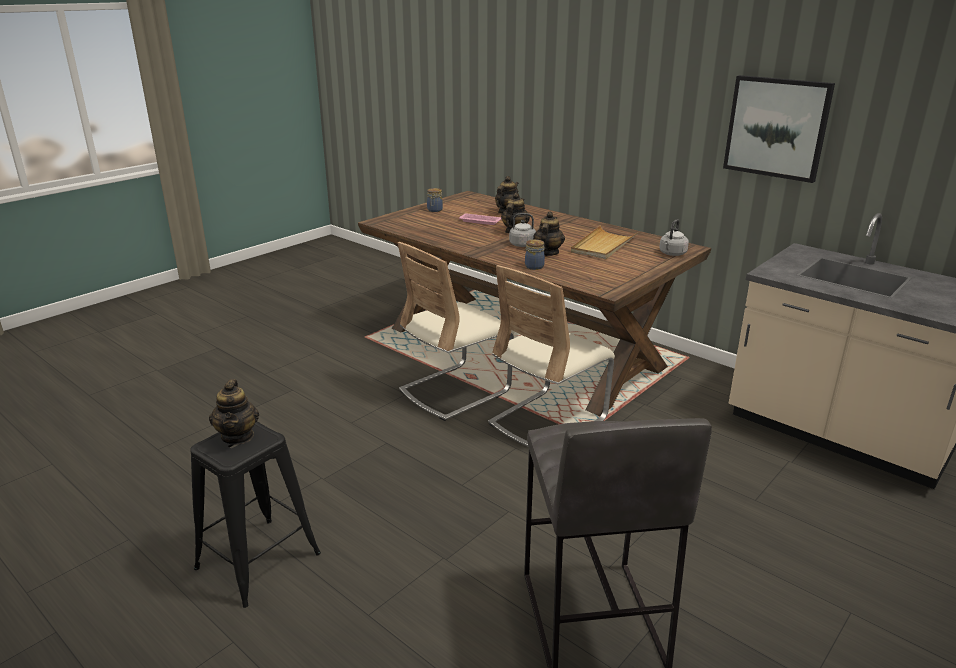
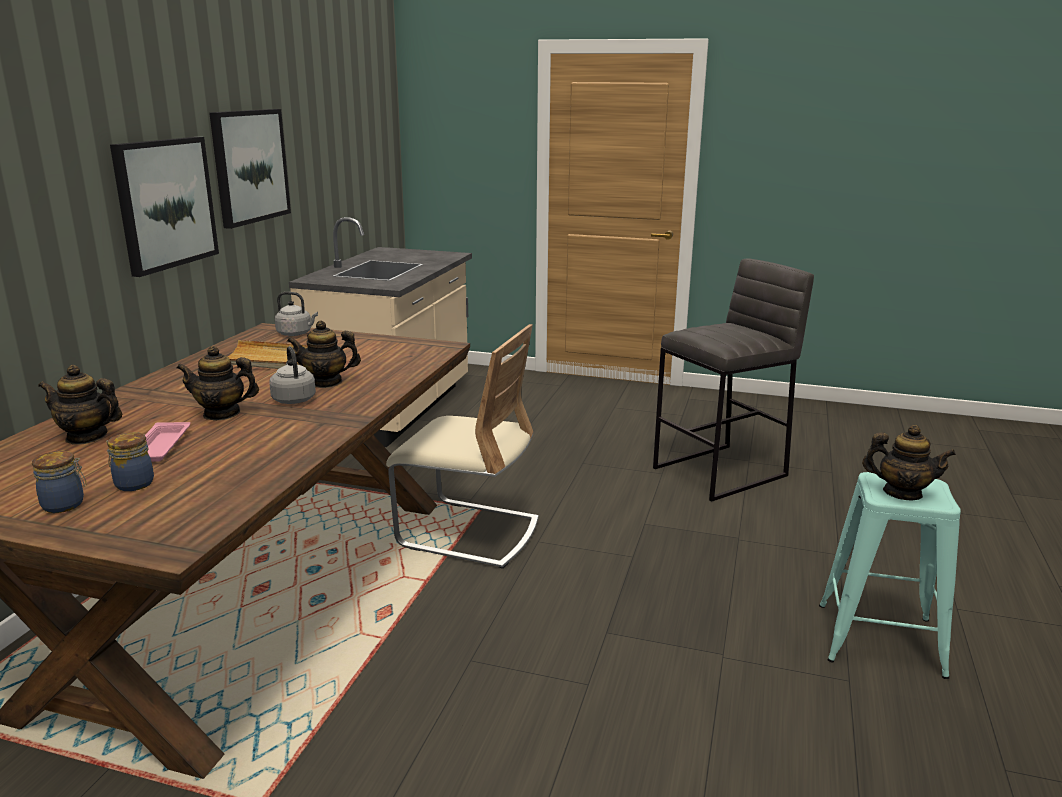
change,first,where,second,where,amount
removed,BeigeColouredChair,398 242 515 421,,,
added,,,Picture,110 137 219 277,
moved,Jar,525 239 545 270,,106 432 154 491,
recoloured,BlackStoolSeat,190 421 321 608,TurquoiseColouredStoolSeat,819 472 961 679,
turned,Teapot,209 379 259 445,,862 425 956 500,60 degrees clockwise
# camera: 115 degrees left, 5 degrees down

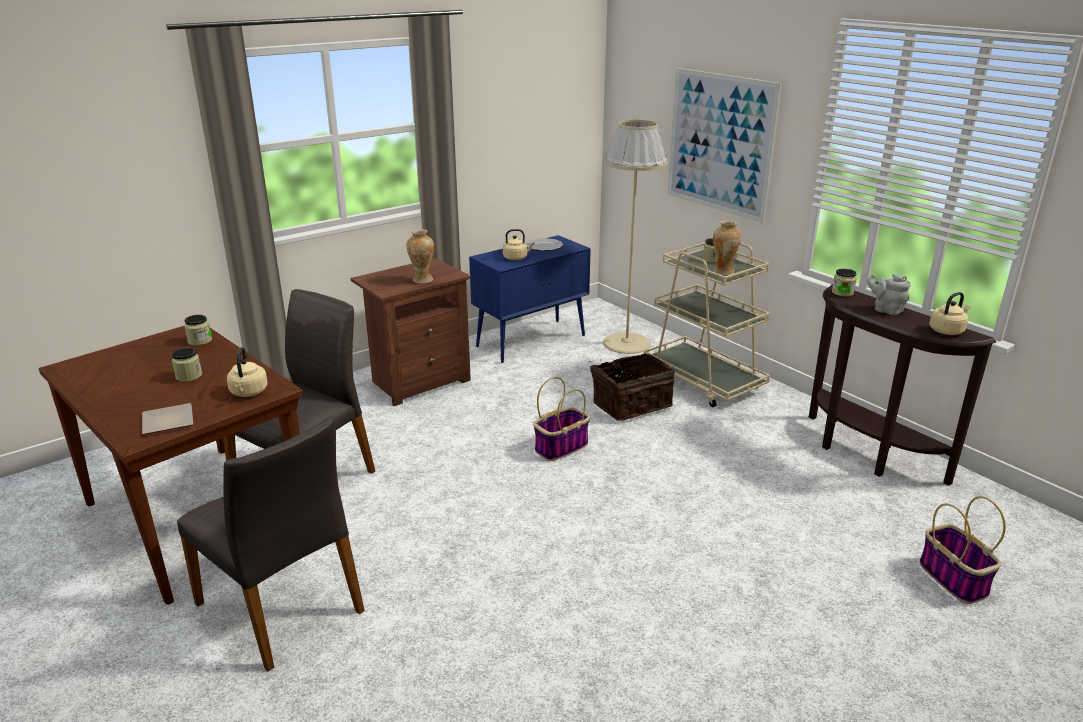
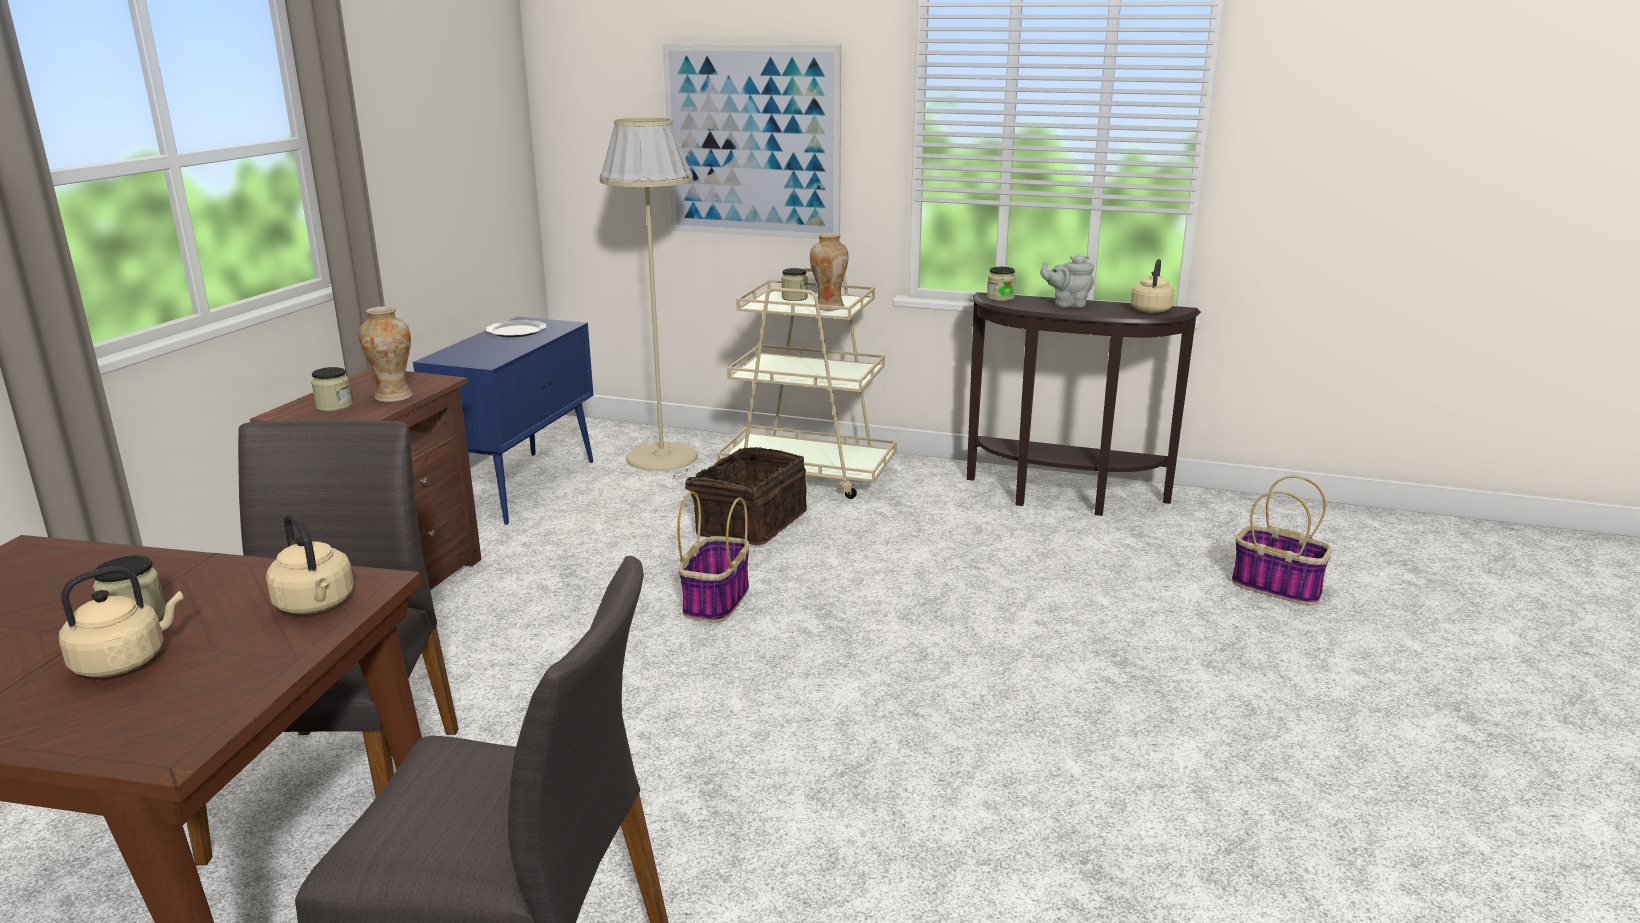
change,first,where,second,where,amount
removed,DinnerPlate,142 403 193 434,,,
moved,Jar,184 315 212 346,,311 367 353 412,
moved,BeigeColouredWaterKettle,503 229 535 260,,59 566 183 677,
# camera: 35 degrees left, 5 degrees down

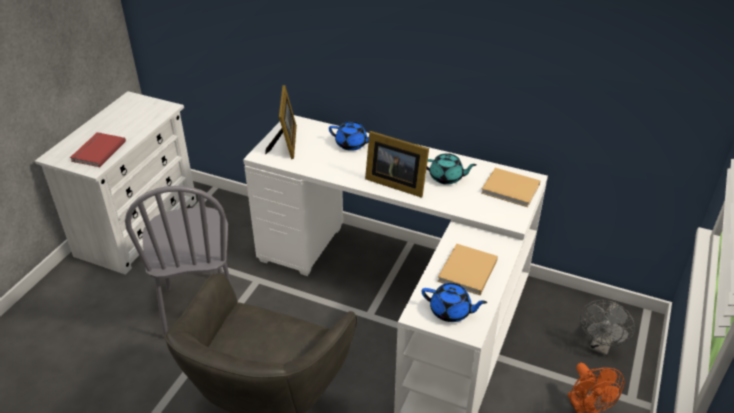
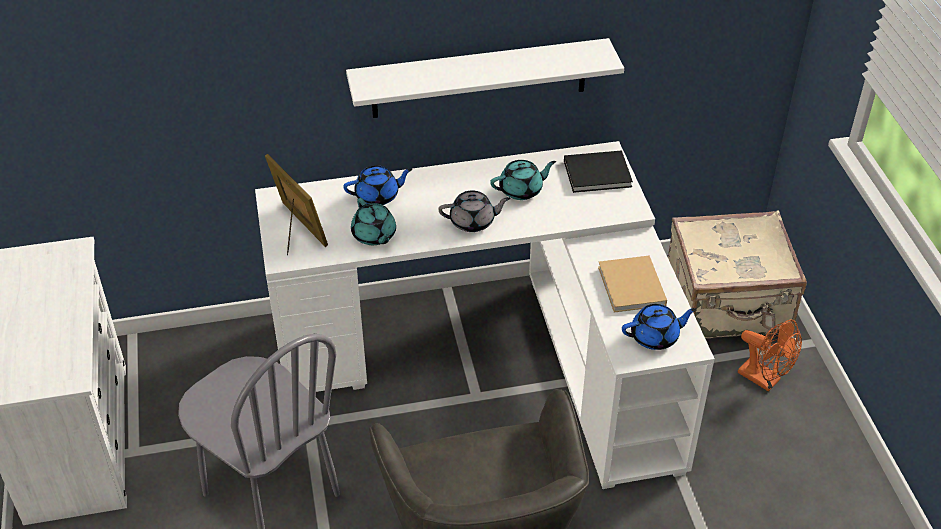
change,first,where,second,where,amount
removed,RedColouredVolume,70 132 126 167,,,
added,,,WhiteColouredWallShelf,346 38 624 118,
added,,,TurquoiseColouredTeapot,351 198 396 245,
replaced,StandingFrame,365 131 429 198,GrayTeapot,438 191 511 232,
replaced,GrayFan,580 300 635 355,BeigeColouredTravelCase,668 210 807 338,
recoloured,BeigeColouredVolume,481 168 540 207,BlackVolume,564 150 633 193,
# camera: 35 degrees left, 5 degrees up

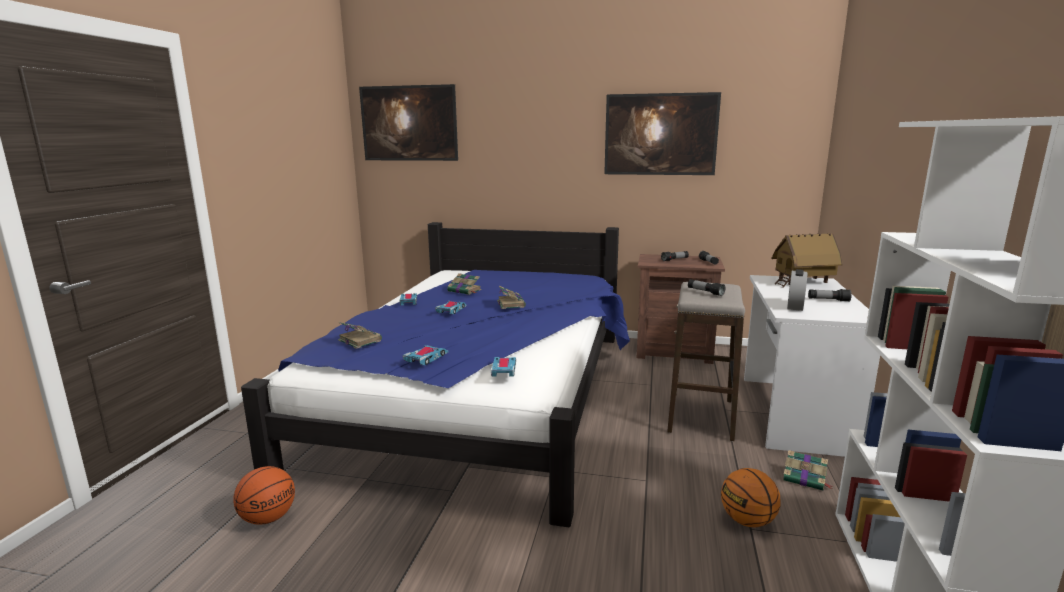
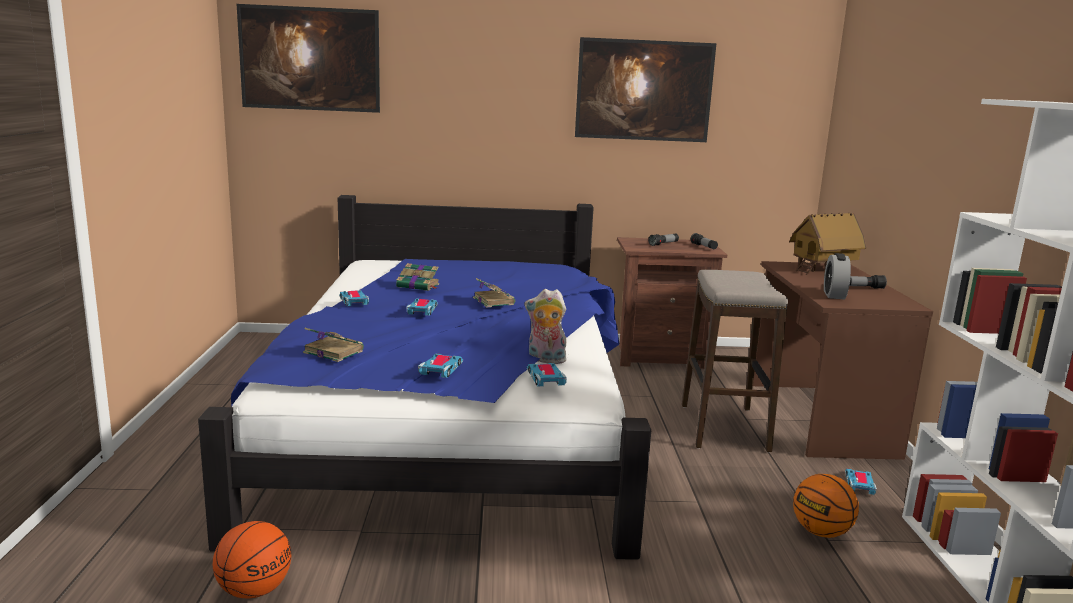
change,first,where,second,where,amount
removed,Torch,688 279 725 296,,,
added,,,SoftToy,525 289 567 364,
replaced,Volume,783 450 832 491,MiniatureCar,845 469 877 495,
recoloured,WhiteColouredDesk,744 275 880 457,BrownishDesk,753 261 933 460,
# camera: 15 degrees left, 0 degrees up

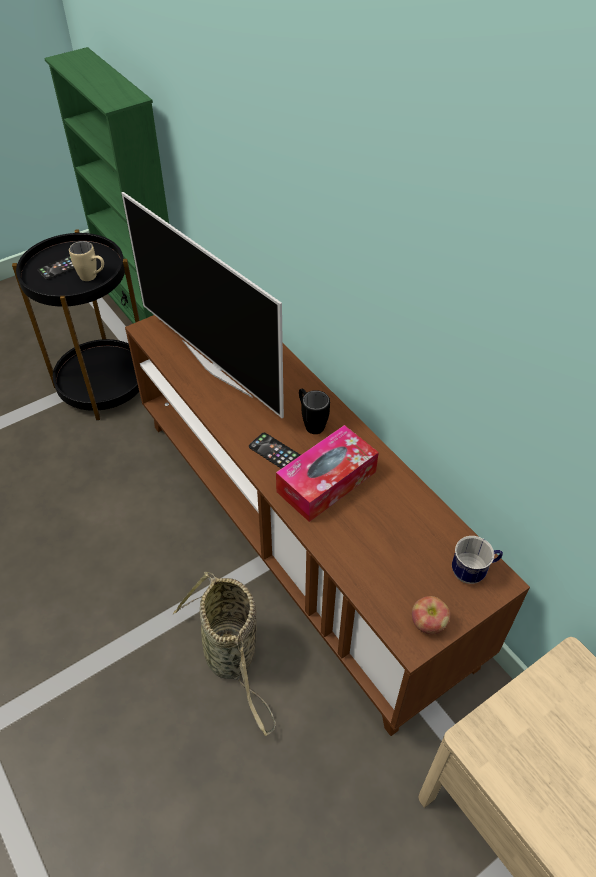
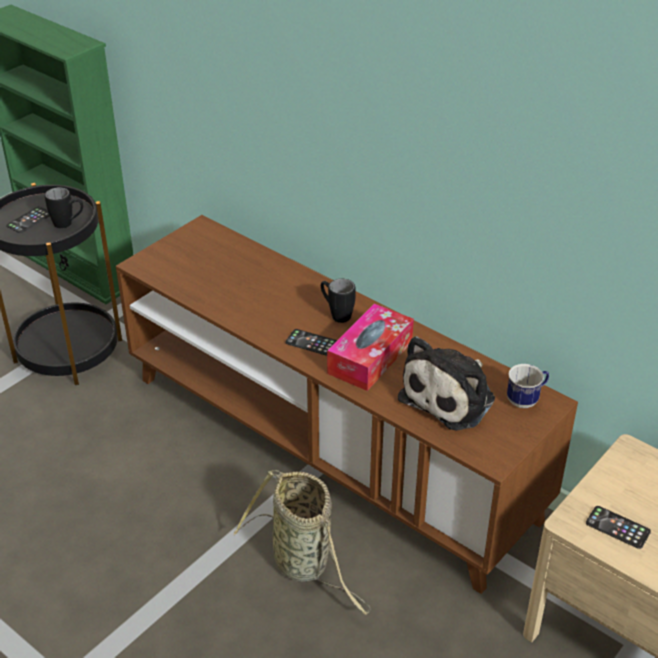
change,first,where,second,where,amount
removed,TvSet,121 192 284 418,,,
removed,Apple,412 596 450 634,,,
added,,,SoftToy,398 336 495 431,
added,,,Handset,586 506 651 549,
recoloured,BeigeColouredMug,69 241 104 281,BlackMug,45 187 83 229,
# camera: 15 degrees left, 10 degrees down

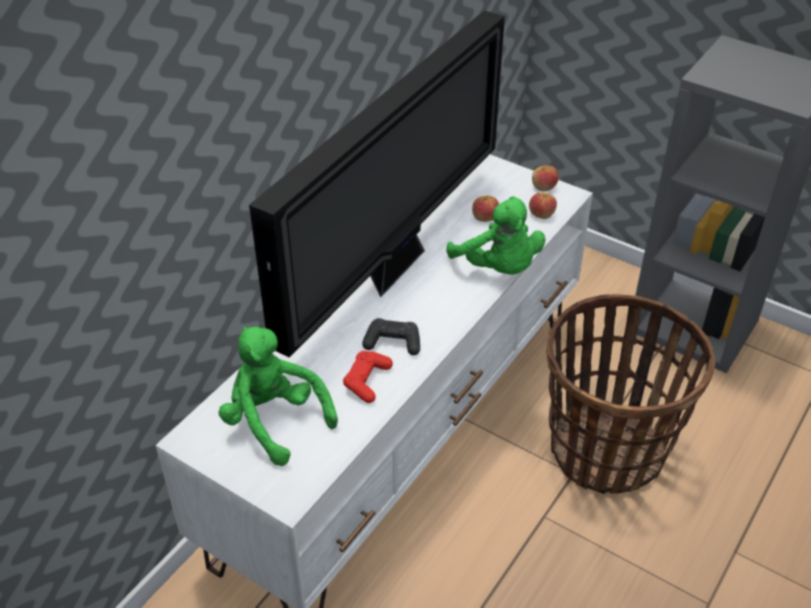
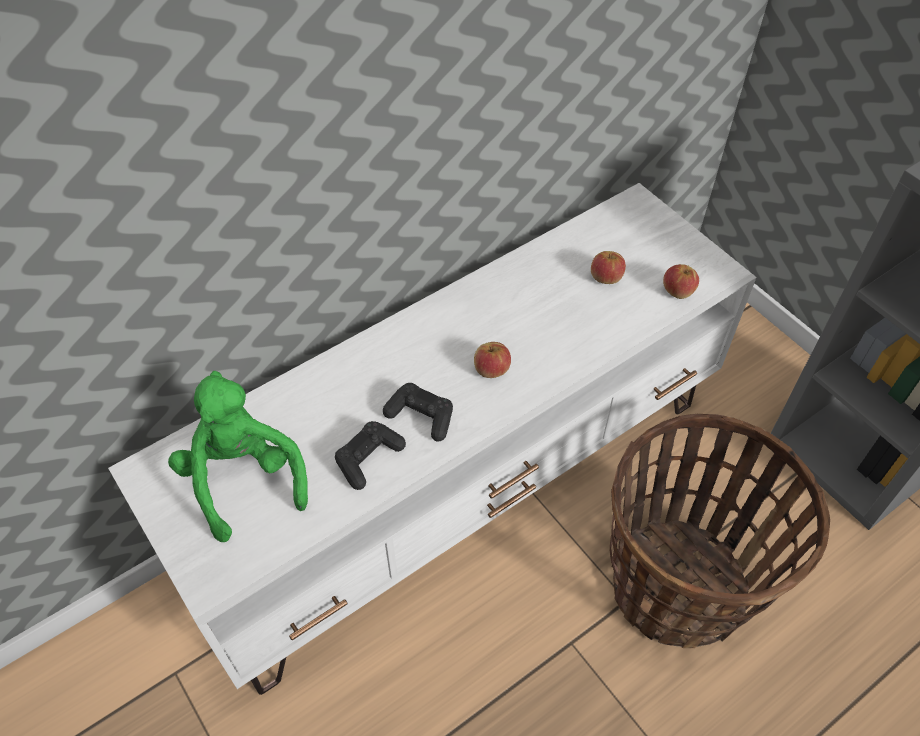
change,first,where,second,where,amount
removed,TvSet,249 10 505 358,,,
removed,GreenishSoftToy,446 196 545 274,,,
moved,Apple,532 165 559 191,,474 342 511 378,
recoloured,RedColouredGamepad,343 351 393 403,BlackGamepad,335 421 406 490,
# camera: 20 degrees right, 10 degrees up

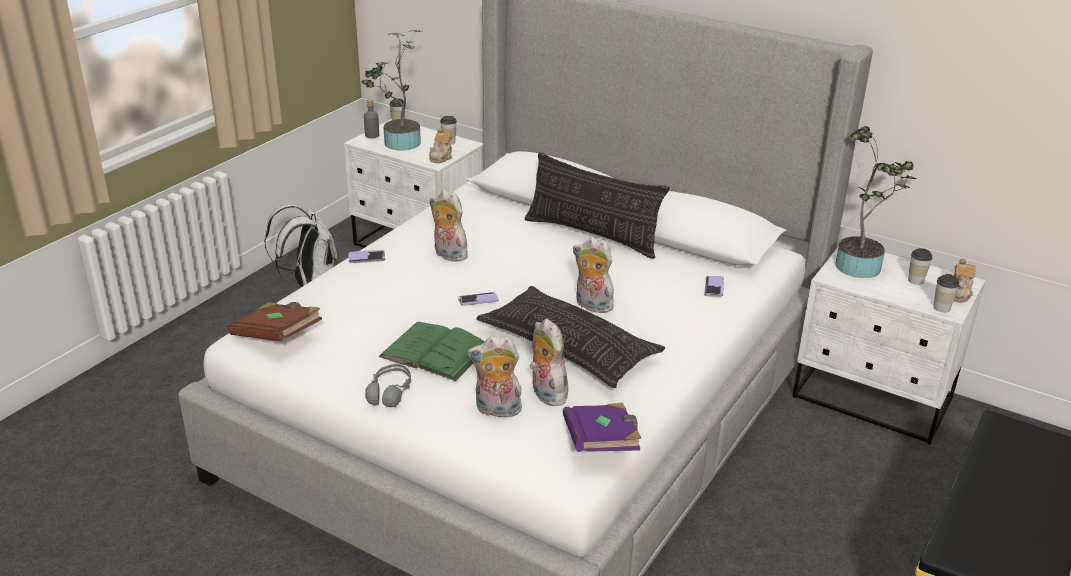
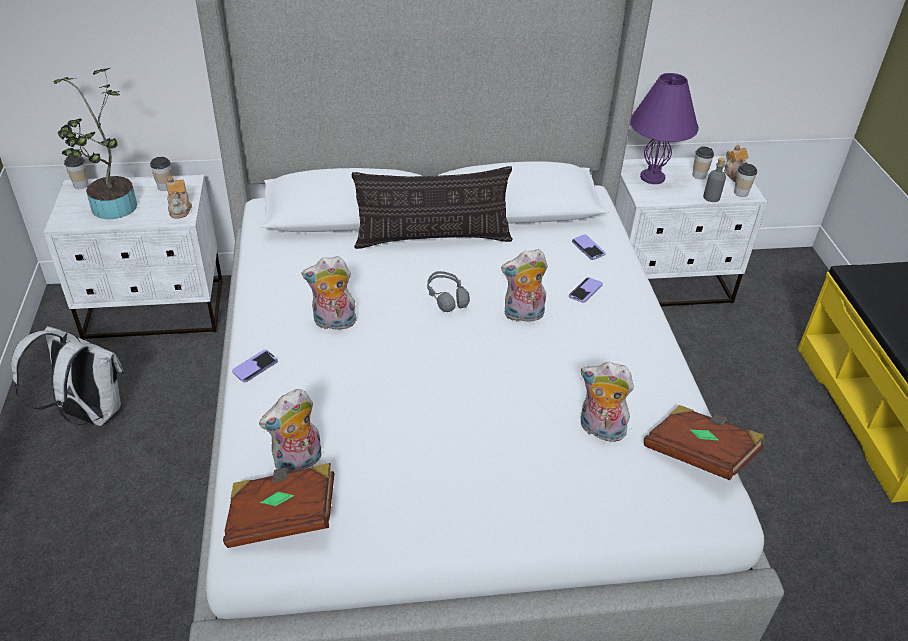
change,first,where,second,where,amount
removed,GreenishVolume,379 322 485 381,,,
removed,ThrowPillow,476 286 665 388,,,
moved,GrayDrinkBottle,364 99 379 139,,703 157 726 202,
moved,GrayPairOfHeadphones,365 364 411 407,,427 271 470 312,
moved,Handset,458 292 498 306,,569 277 603 303,
moved,SoftToy,467 336 524 418,,259 389 322 472,
replaced,Houseplant,836 126 917 278,PurpleColouredTabletopLamp,630 73 699 184,
recoloured,PurpleColouredVolume,563 403 641 452,BrownishVolume,644 405 765 480,
# camera: 40 degrees left, 10 degrees up

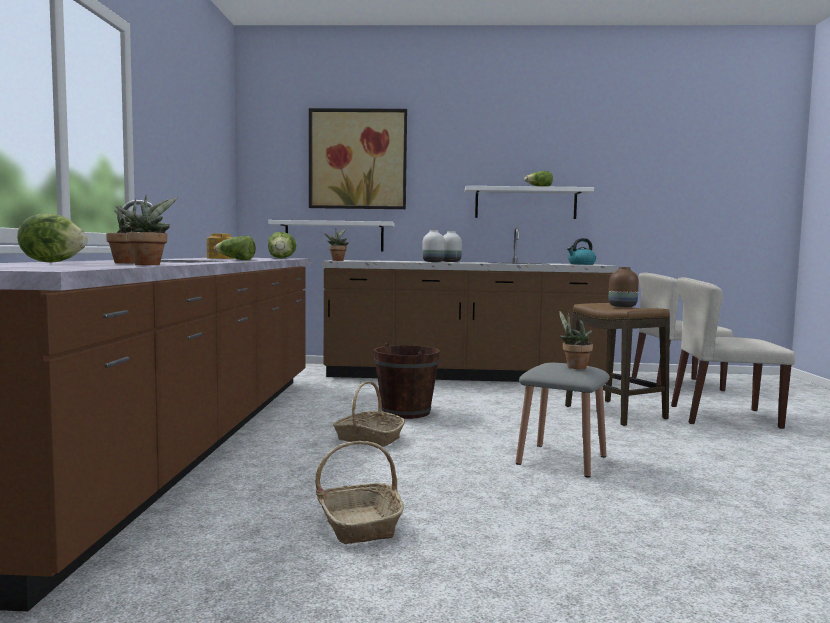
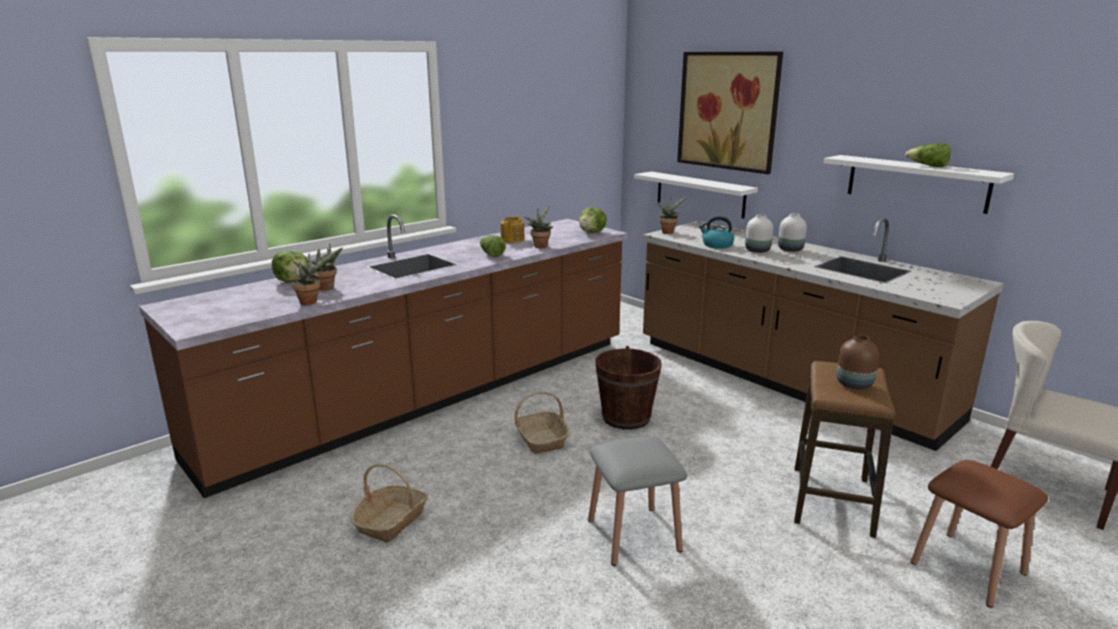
change,first,where,second,where,amount
moved,Houseplant,559 310 593 369,,525 206 553 248,
moved,WaterKettle,567 238 596 265,,699 216 734 249,
replaced,BeigeColouredChair,671 277 795 429,BrownishStoolSeat,911 460 1048 608,
# camera: 45 degrees right, 15 degrees up

